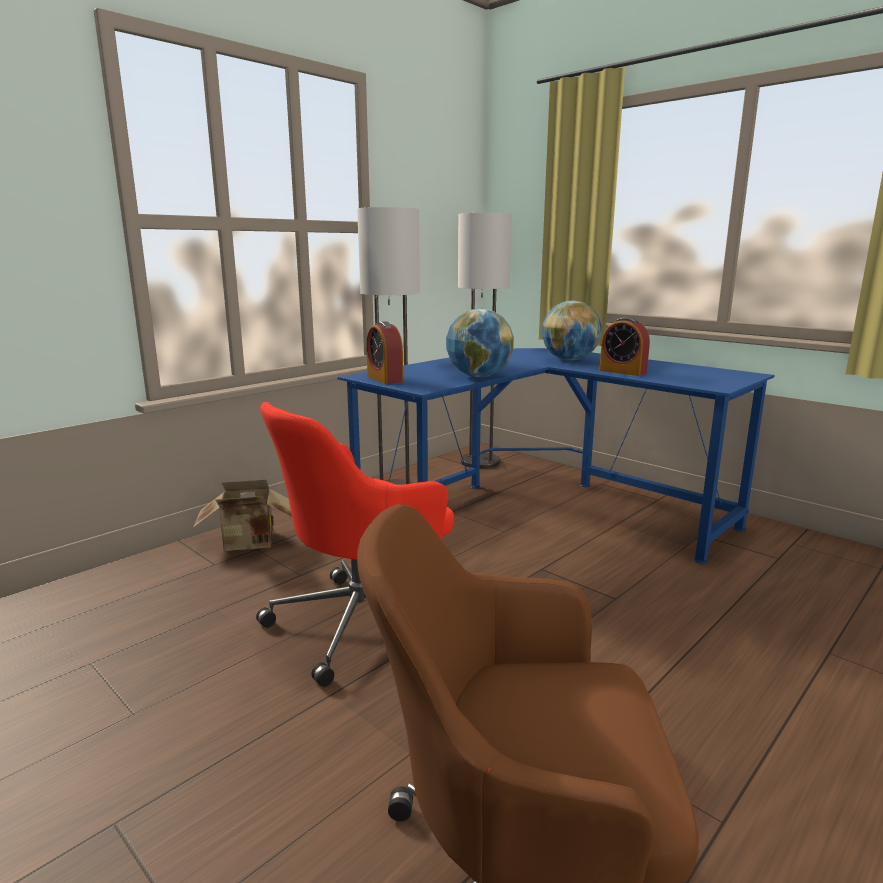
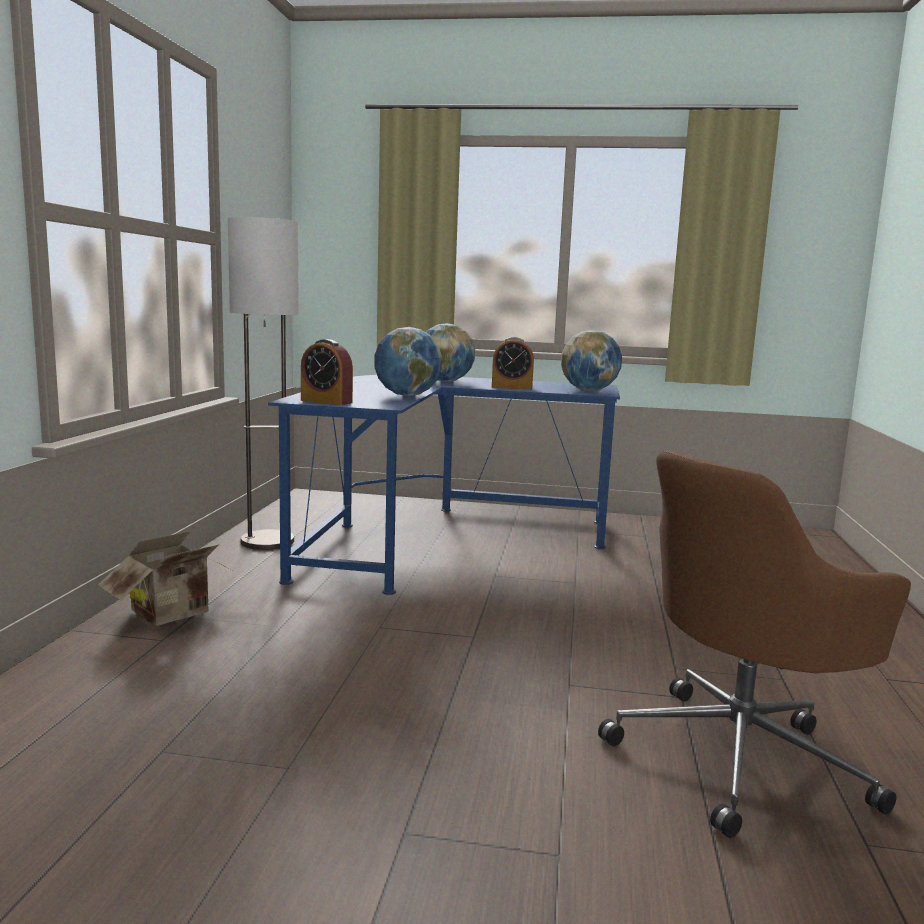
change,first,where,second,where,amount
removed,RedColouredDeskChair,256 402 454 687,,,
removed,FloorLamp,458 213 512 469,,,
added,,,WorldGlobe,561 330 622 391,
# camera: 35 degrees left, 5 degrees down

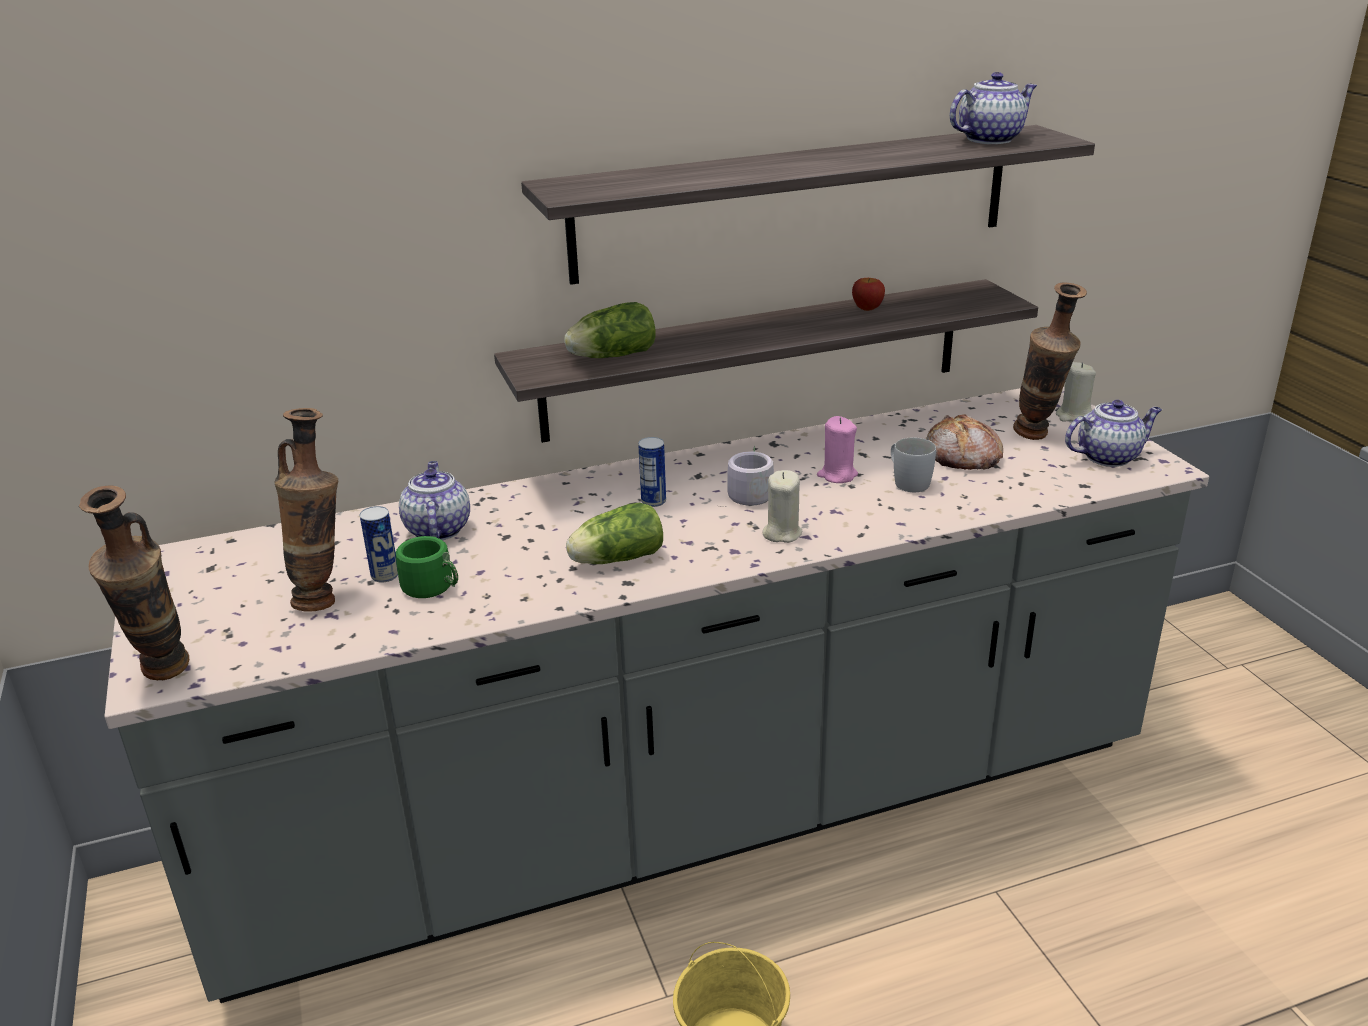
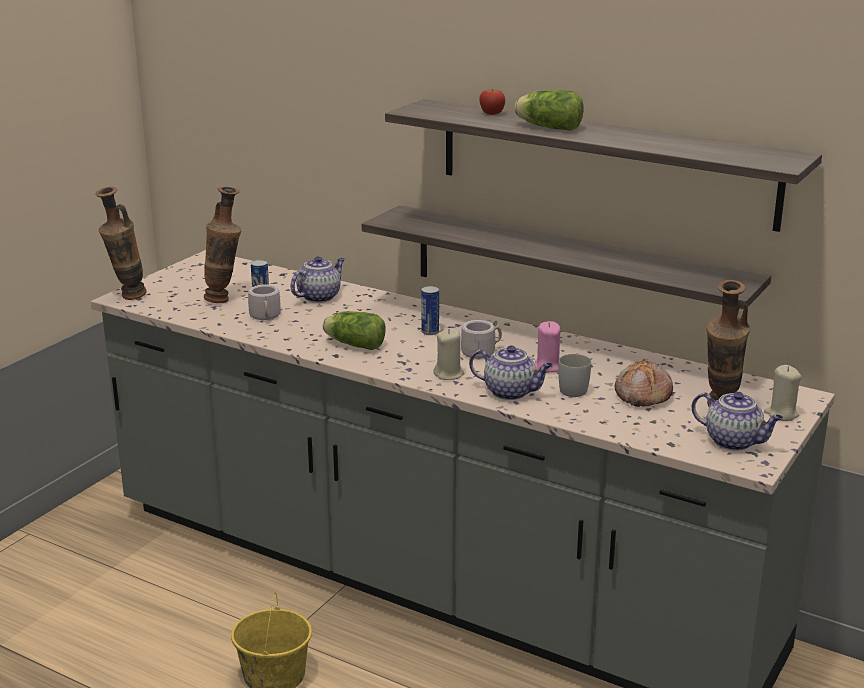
change,first,where,second,where,amount
moved,LettuceHead,564 302 656 358,,514 90 584 131,
moved,Apple,852 278 885 311,,479 90 505 115,
moved,Teapot,950 72 1037 144,,469 345 553 400,
recoloured,GreenishMug,396 536 458 598,GrayMug,248 284 281 320,
# camera: 50 degrees right, 5 degrees down

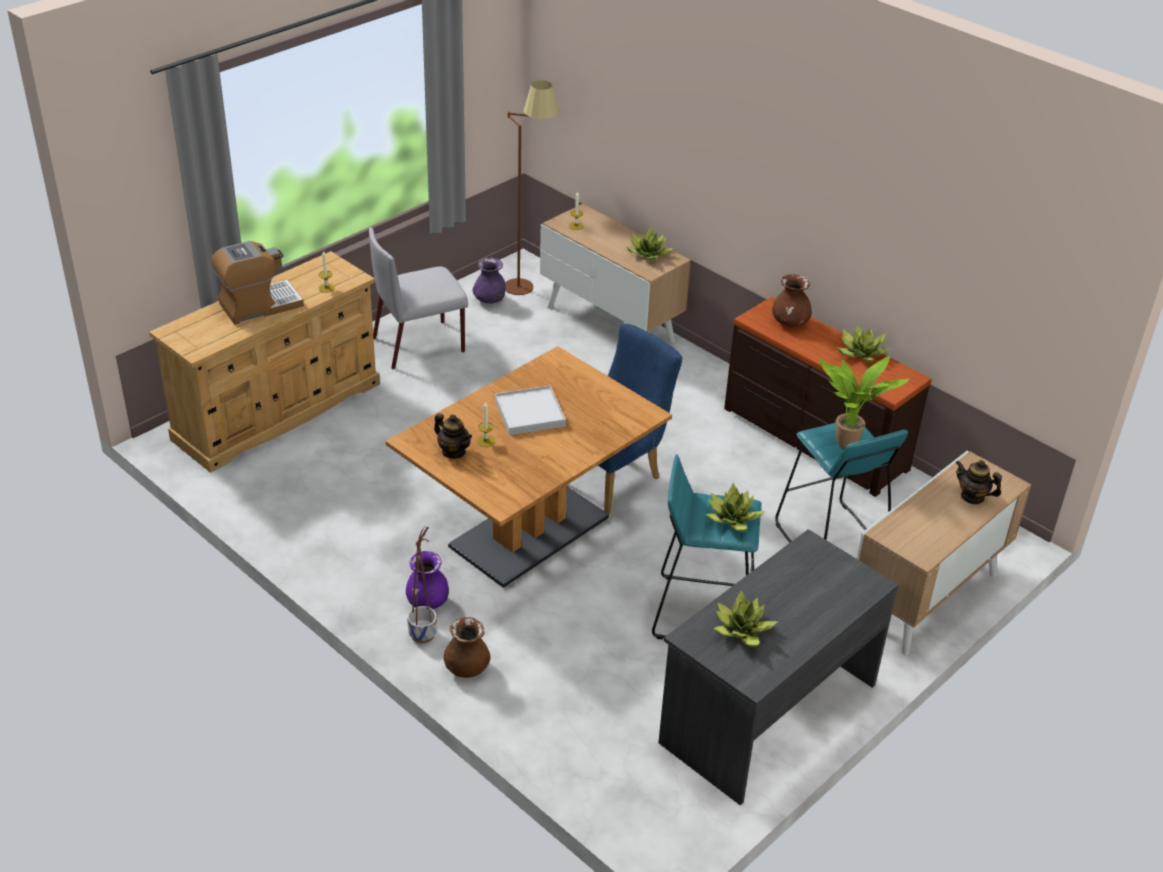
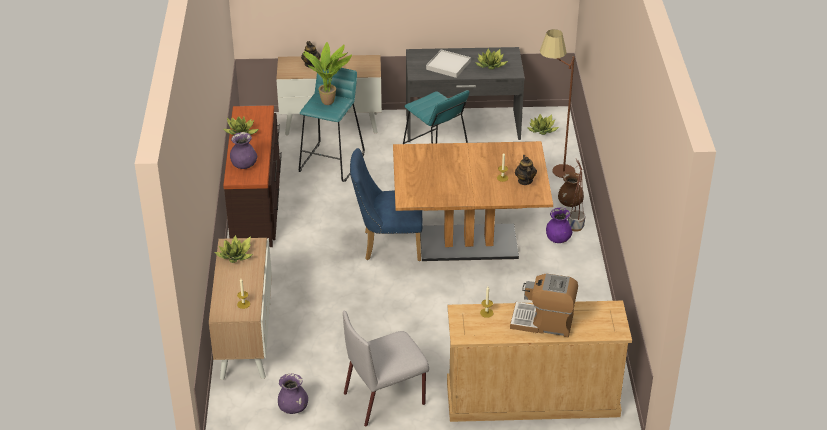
change,first,where,second,where,amount
moved,WhiteColouredCarryingTray,495 386 566 435,,426 50 471 78,
moved,BrownishFloorLamp,505 80 559 295,,540 29 575 178,
moved,Houseplant,705 483 766 532,,527 114 559 135,
recoloured,BrownishFlowerVase,772 274 812 327,PurpleColouredFlowerVase,230 132 257 169,
turned,GrayChair,369 227 468 369,,343 311 429 426,135 degrees clockwise
# camera: 135 degrees left, 0 degrees up

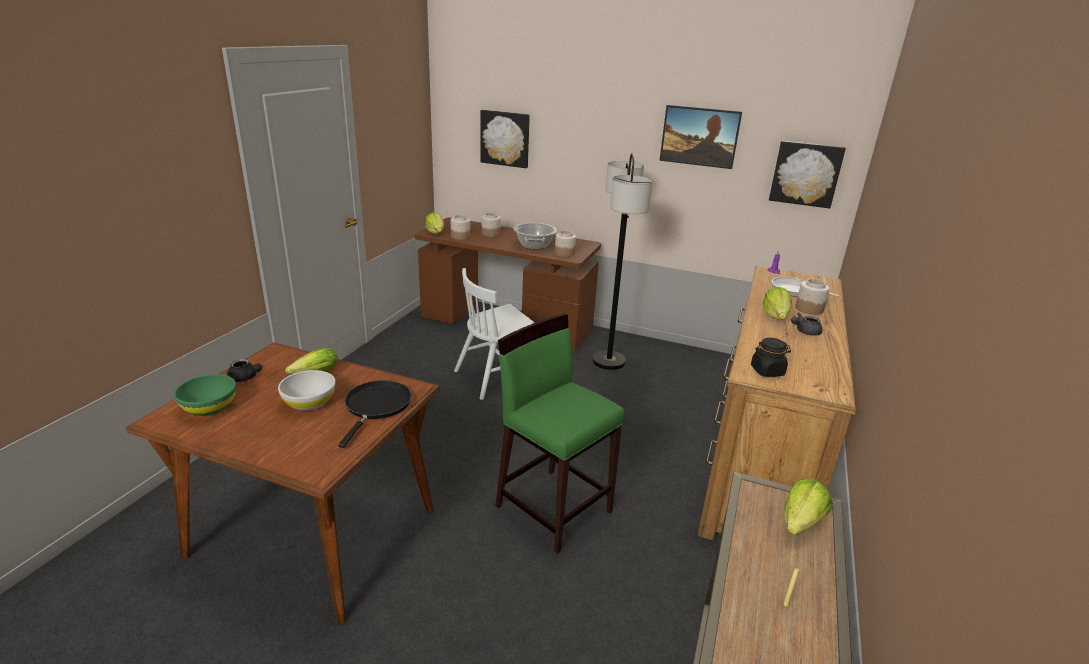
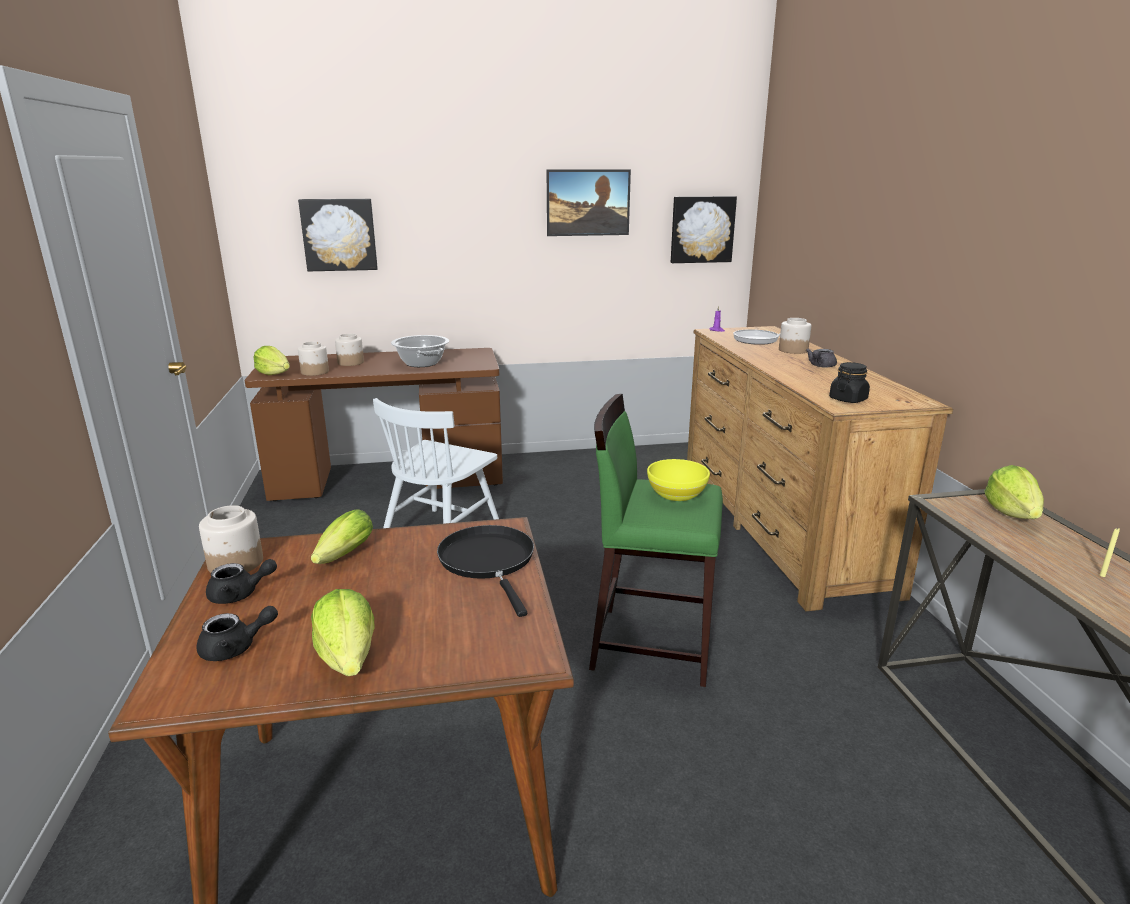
change,first,where,second,where,amount
removed,WhiteColouredServingBowl,278 370 335 411,,,
removed,FloorLamp,592 153 653 370,,,
added,,,YellowServingBowl,647 459 710 501,
moved,Jar,555 230 576 257,,199 505 263 573,
moved,LettuceHead,762 287 792 320,,311 589 374 676,
replaced,GreenishServingBowl,174 374 236 416,BlackTeapot,196 606 278 661,
# camera: 30 degrees left, 5 degrees down

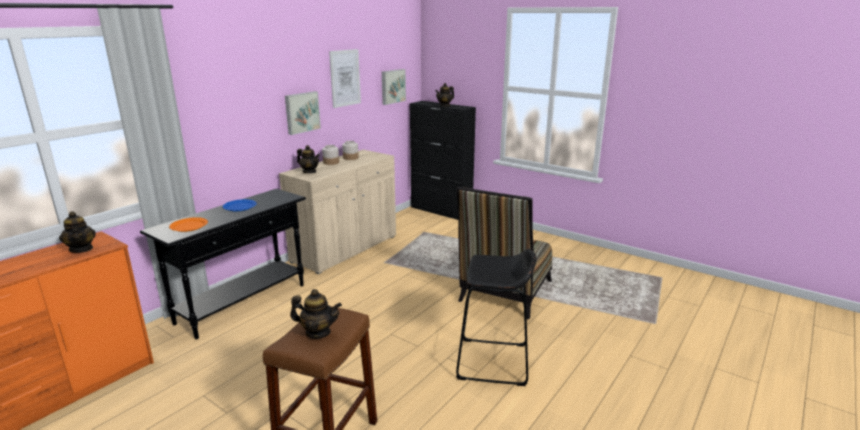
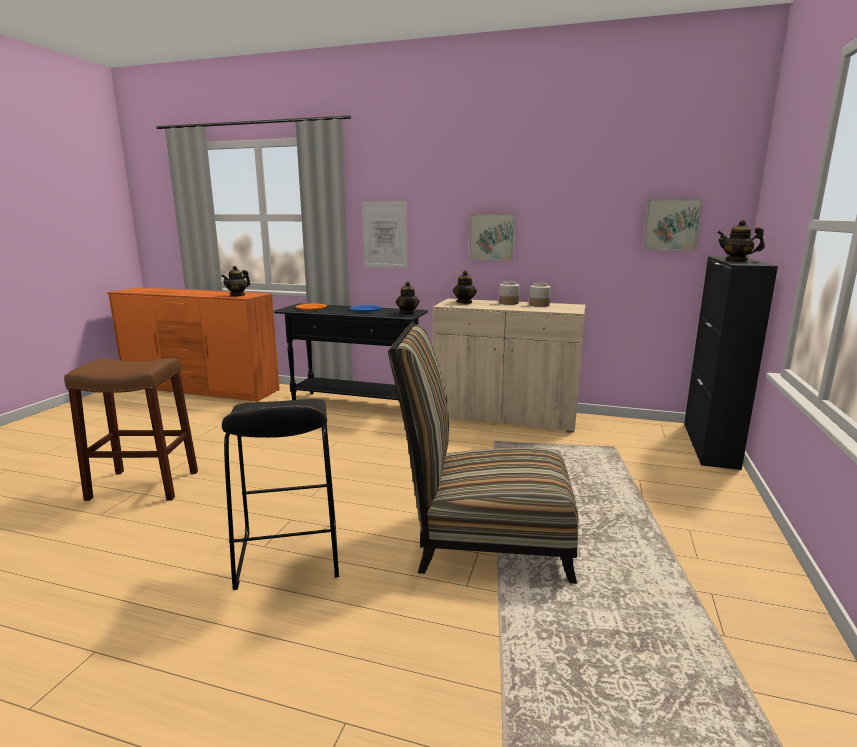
change,first,where,second,where,amount
moved,Teapot,290 289 342 339,,396 281 420 315,
moved,Picture,329 49 361 108,,362 201 407 268,
# camera: 70 degrees right, 5 degrees down

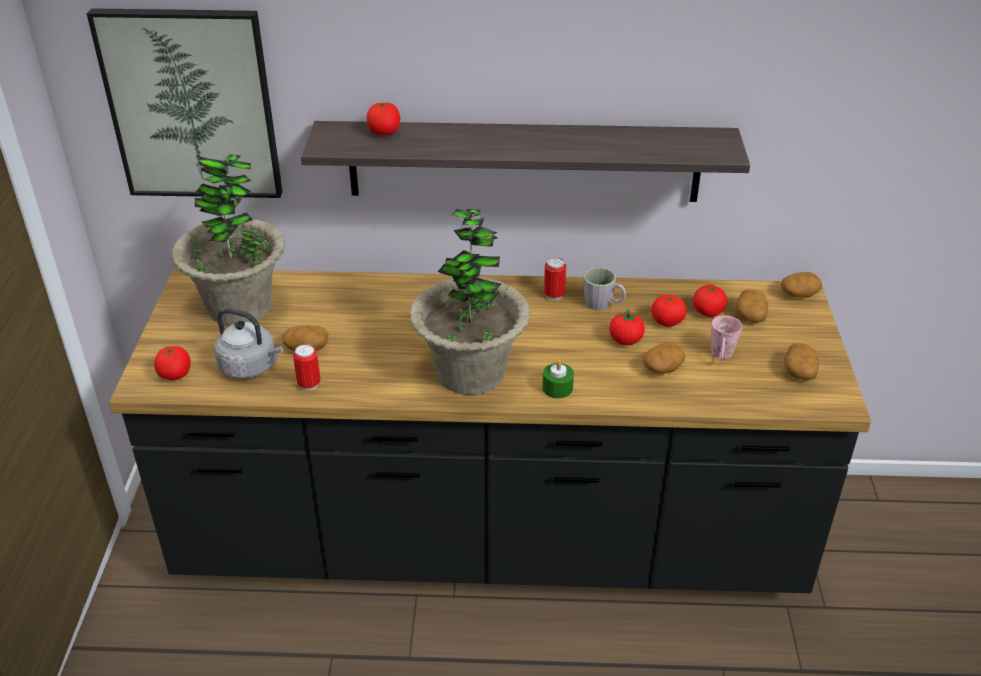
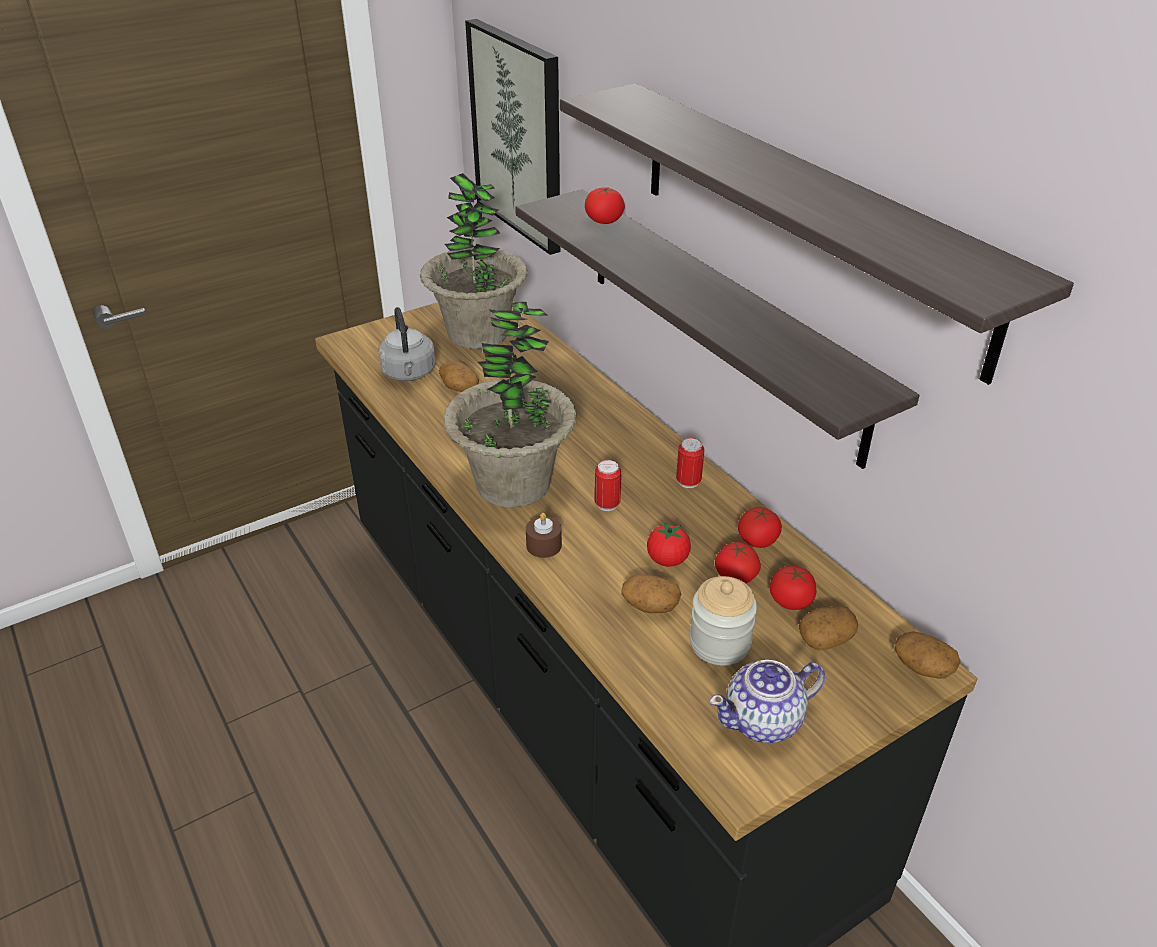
change,first,where,second,where,amount
removed,GrayMug,583 267 626 311,,,
added,,,WallShelf,560 83 1074 385,
moved,Tomato,154 346 191 380,,738 507 782 548,
moved,SealedCan,293 344 321 390,,594 460 621 511,
replaced,PinkColouredMug,711 315 742 361,Jar,690 576 757 665,
replaced,Potato,784 343 819 380,Teapot,709 660 825 743,
recoloured,GreenishCandle,542 359 574 398,BrownishCandle,526 513 562 558,
# camera: 55 degrees right, 0 degrees up

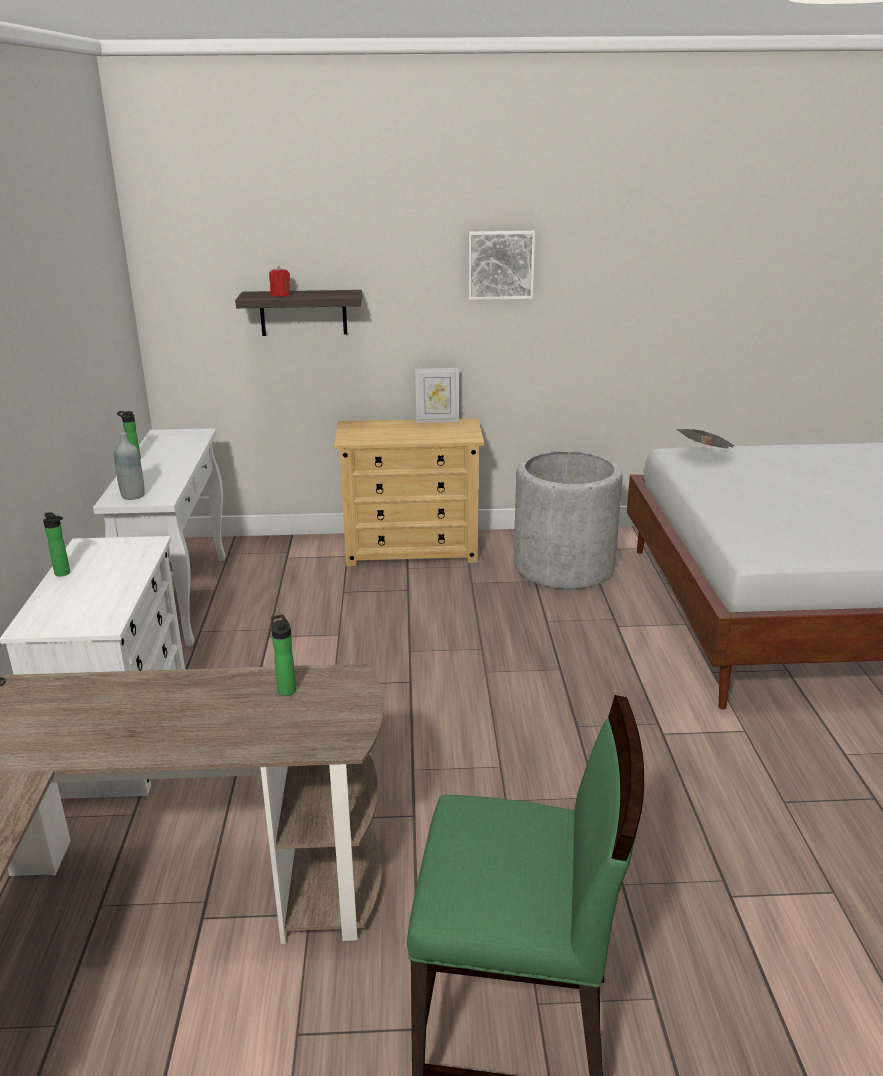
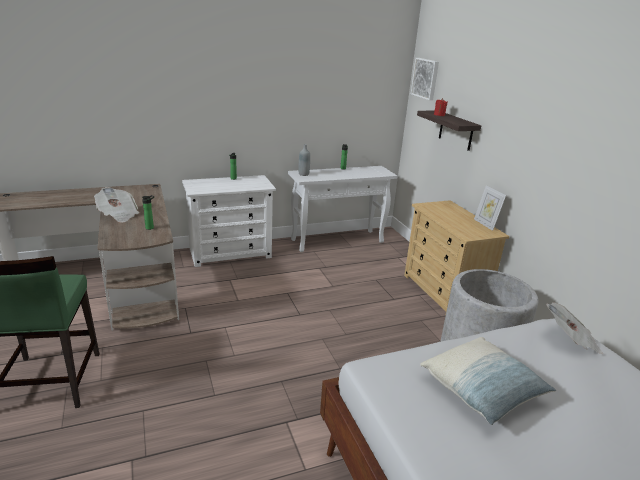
change,first,where,second,where,amount
added,,,DailyPaper,94 187 139 223,
added,,,ThrowPillow,420 337 556 425,
moved,Picture,468 231 535 300,,411 58 439 100,
# camera: 70 degrees right, 0 degrees up

